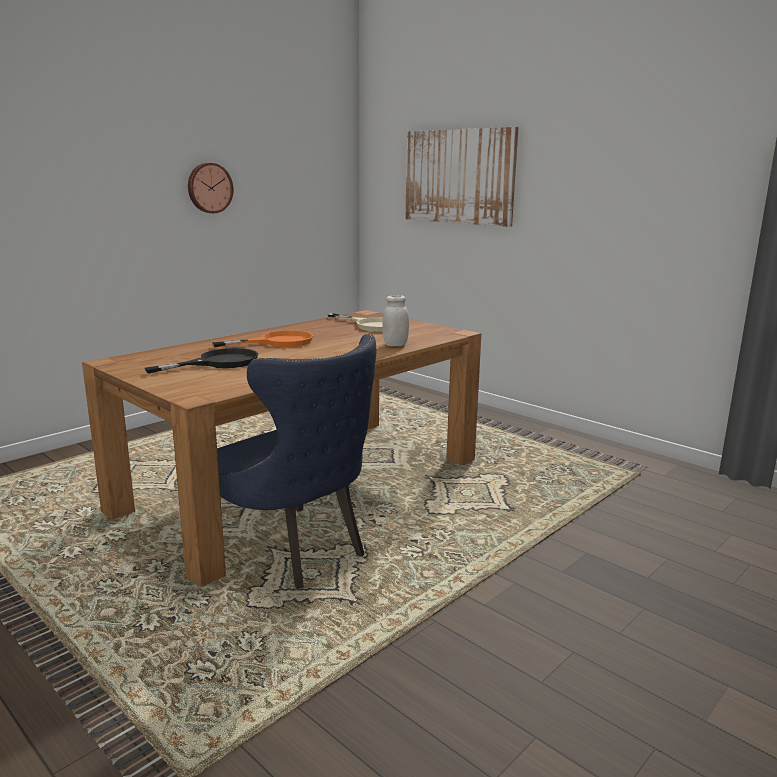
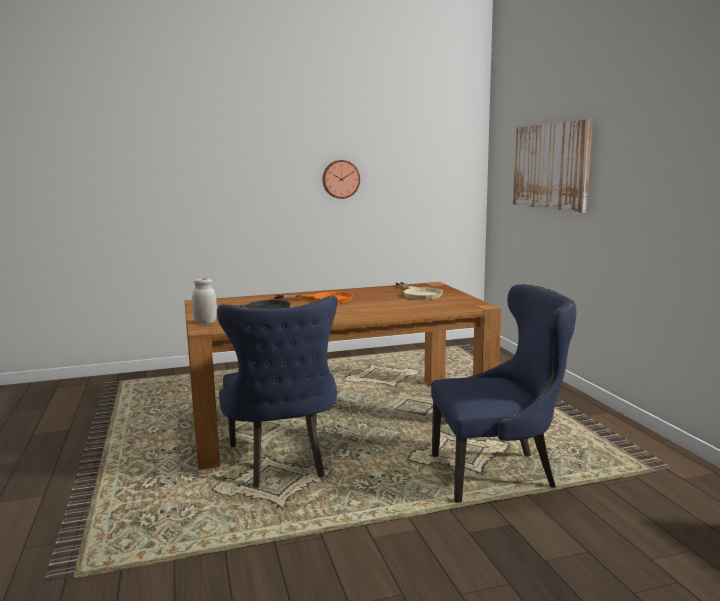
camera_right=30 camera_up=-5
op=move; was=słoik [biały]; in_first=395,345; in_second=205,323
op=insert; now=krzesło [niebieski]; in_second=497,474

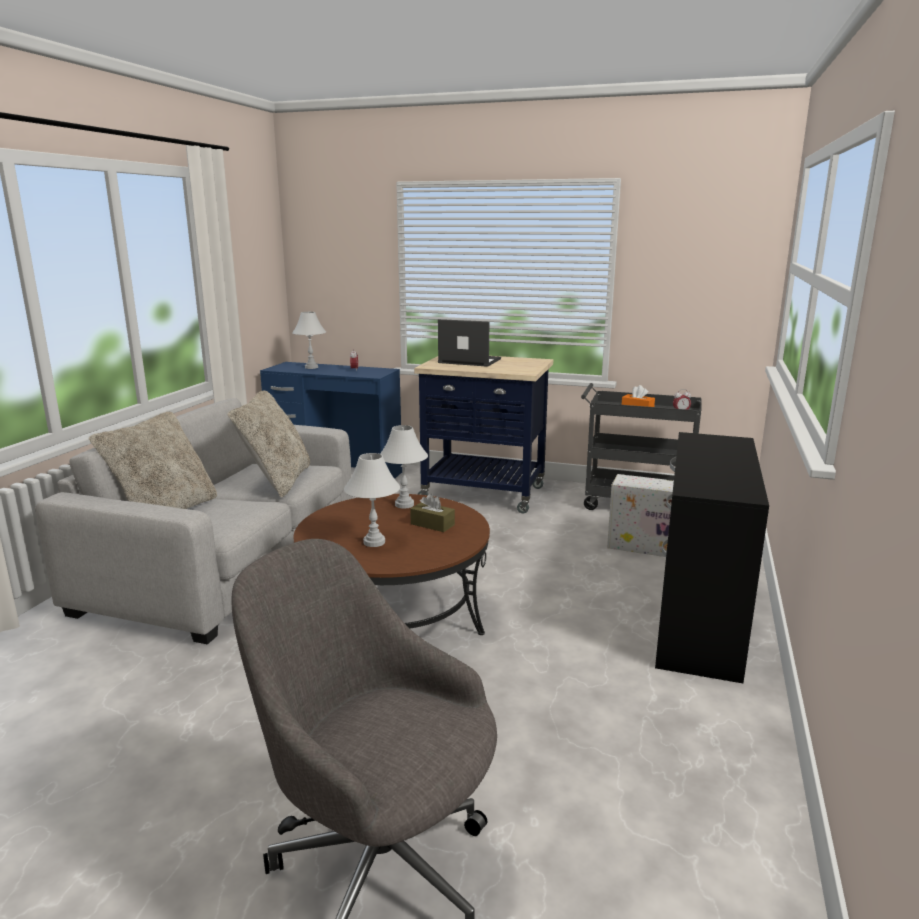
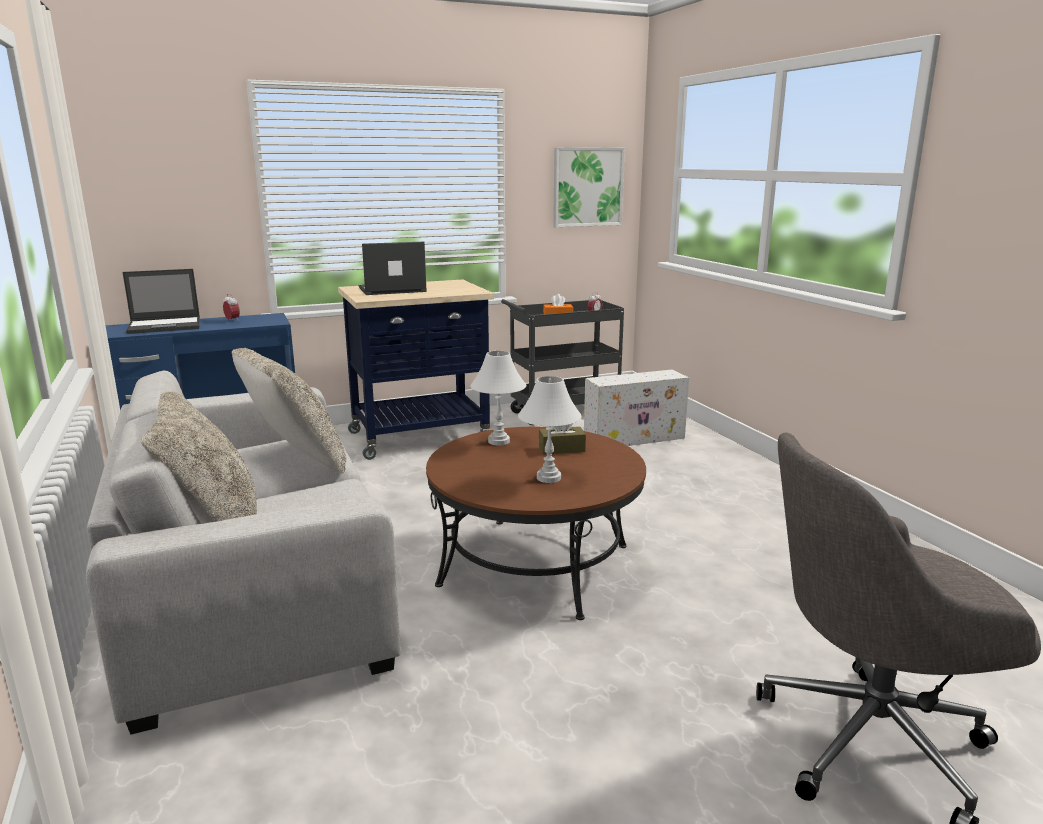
camera_right=-40 camera_up=0
op=replace; was=lampa stołowa [biały]; now=laptop; in_first=311,367; in_second=166,326
op=delete; was=biurko [czarny]; in_first=699,620
op=insert; now=obraz; in_second=587,187

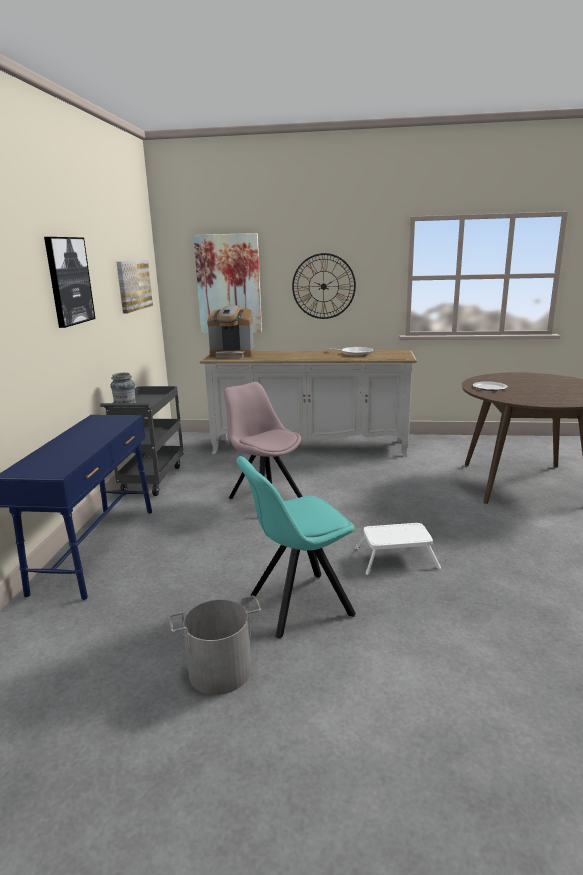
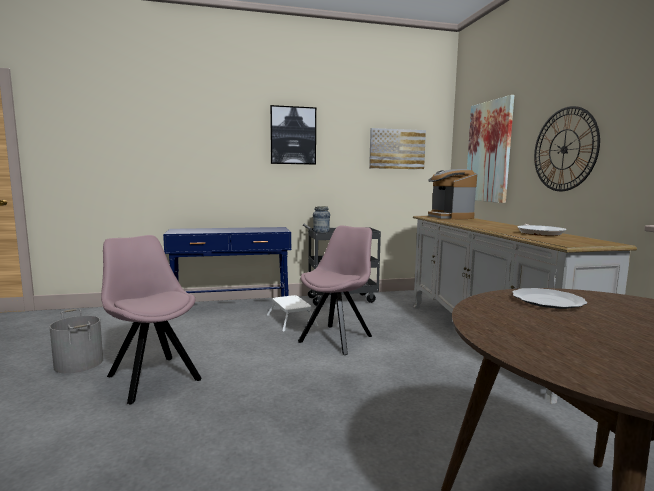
camera_right=70 camera_up=-10
op=recolor; was=krzesło [turkusowy]; now=krzesło [różowy]; in_first=299,604; in_second=153,378
op=move; was=drabinka [biały]; in_first=396,557; in_second=291,320

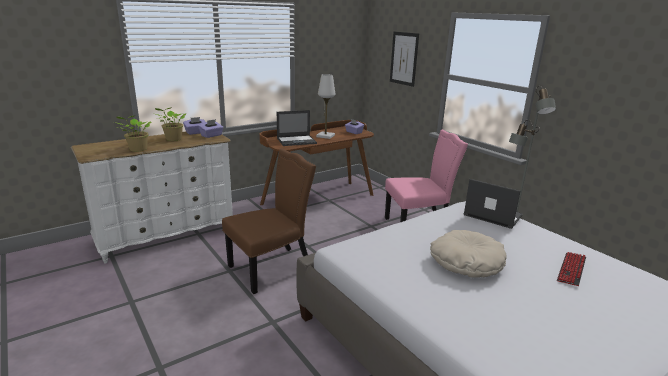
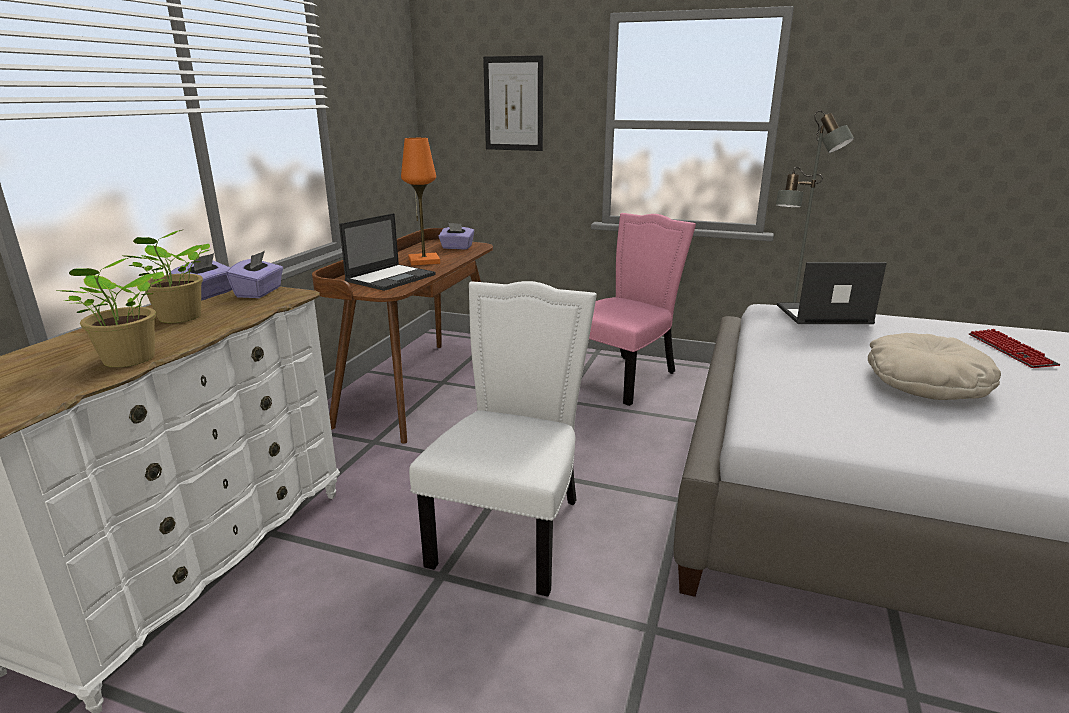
camera_right=-35 camera_up=0
op=recolor; was=krzesło [brązowy]; now=krzesło [biały]; in_first=270,269; in_second=510,536
op=recolor; was=lampa stołowa [biały]; now=lampa stołowa [pomarańczowy]; in_first=325,136; in_second=424,261

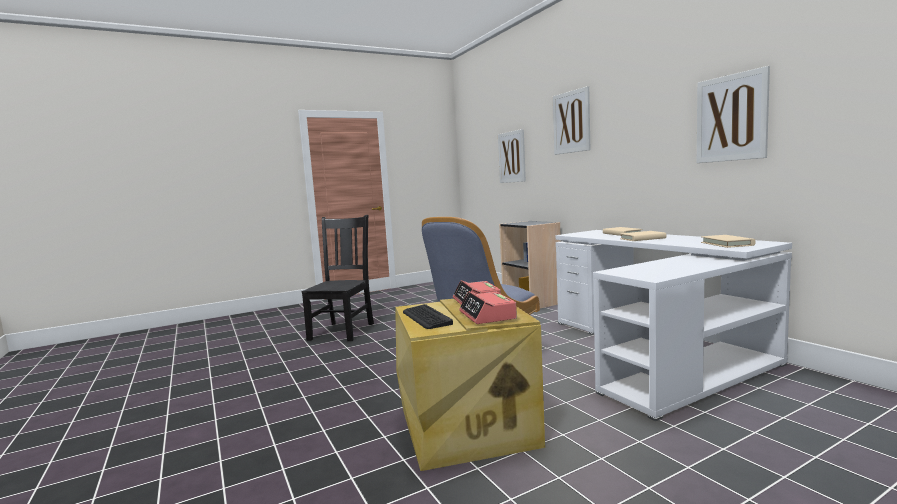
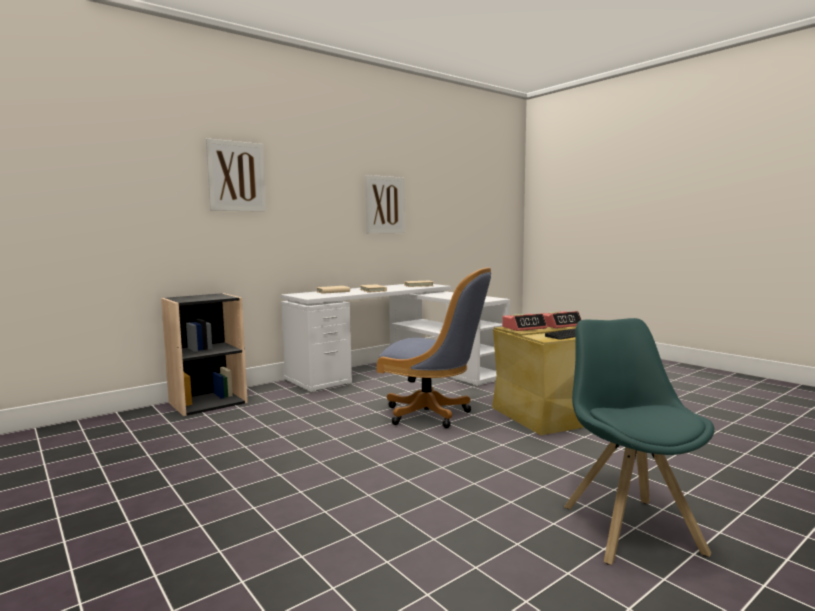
camera_right=-100 camera_up=0
op=delete; was=krzesło [czarny]; in_first=343,331
op=delete; was=obraz; in_first=512,157
op=insert; now=krzesło [turkusowy]; in_second=629,528

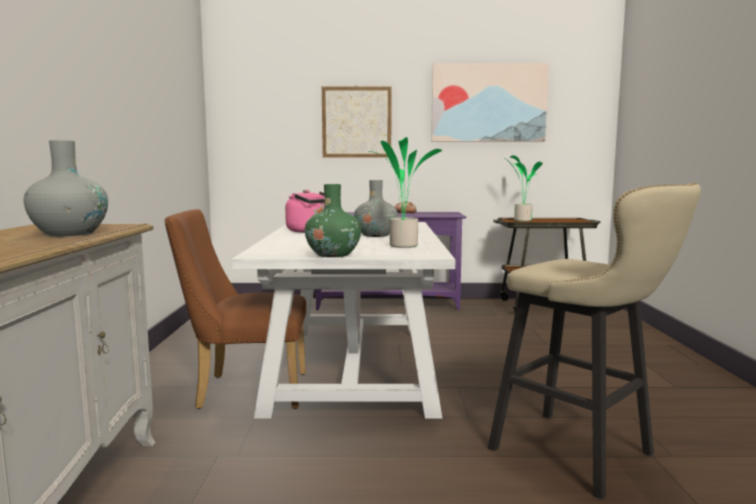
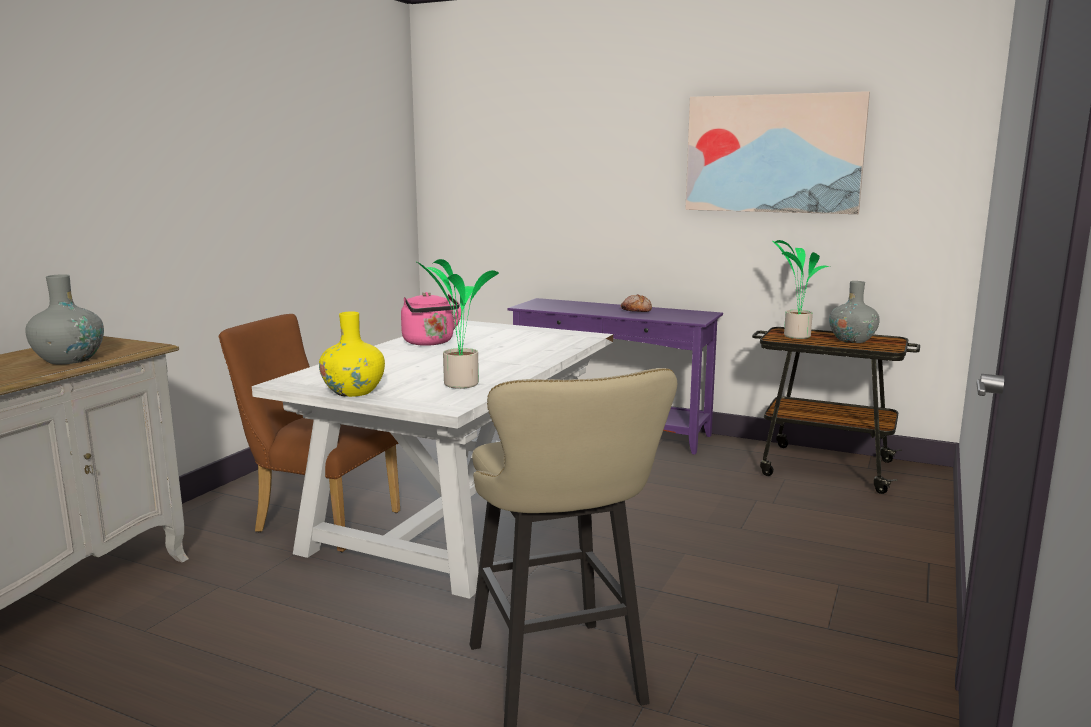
camera_right=25 camera_up=5
op=recolor; was=wazon [zielony]; now=wazon [żółty]; in_first=333,254; in_second=353,391
op=delete; was=obraz; in_first=356,121
op=move; was=wazon [szary]; in_first=376,235; in_second=852,340

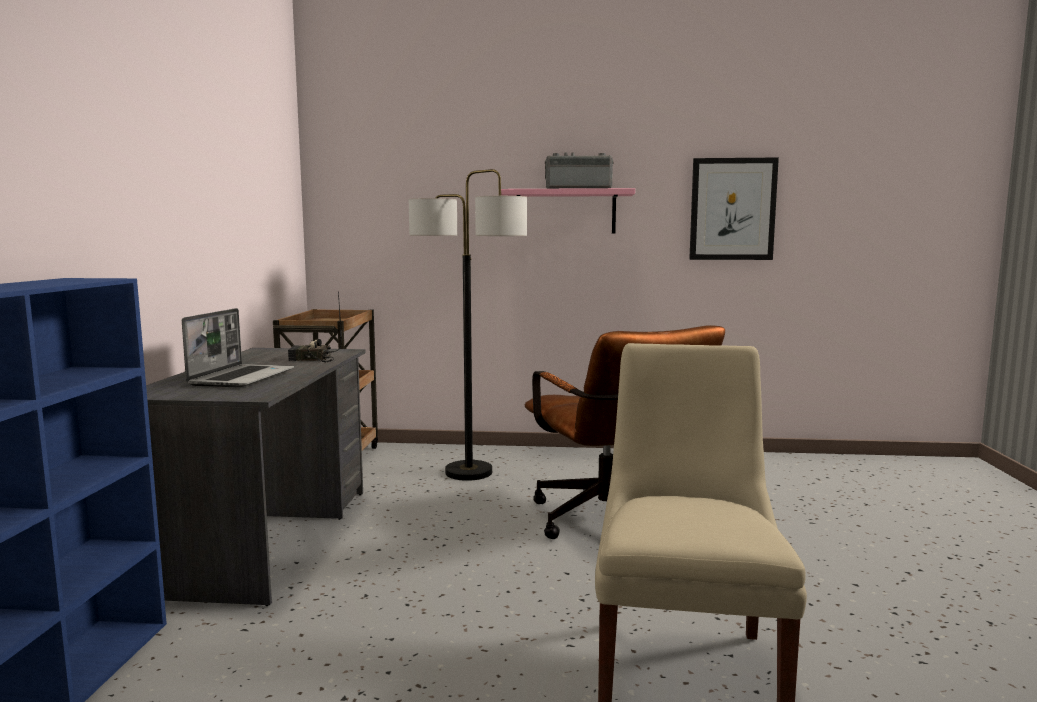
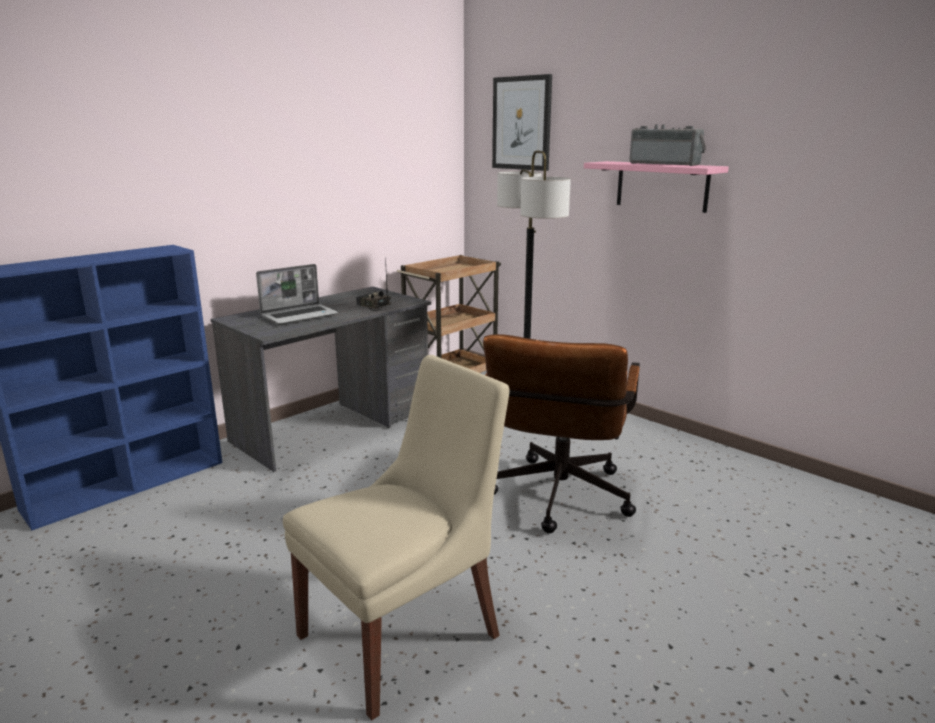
camera_right=40 camera_up=10
op=move; was=obraz; in_first=732,209; in_second=522,123

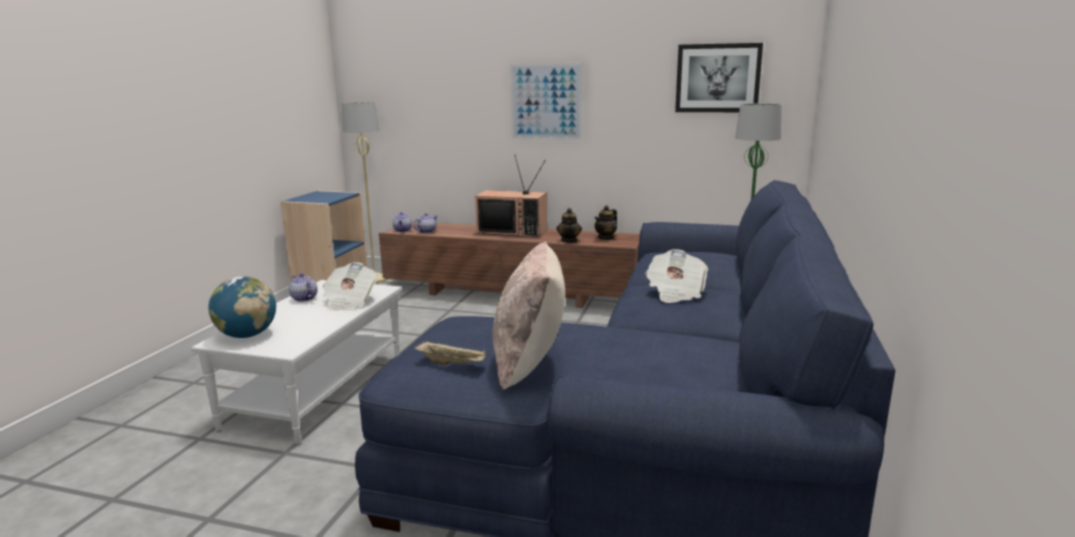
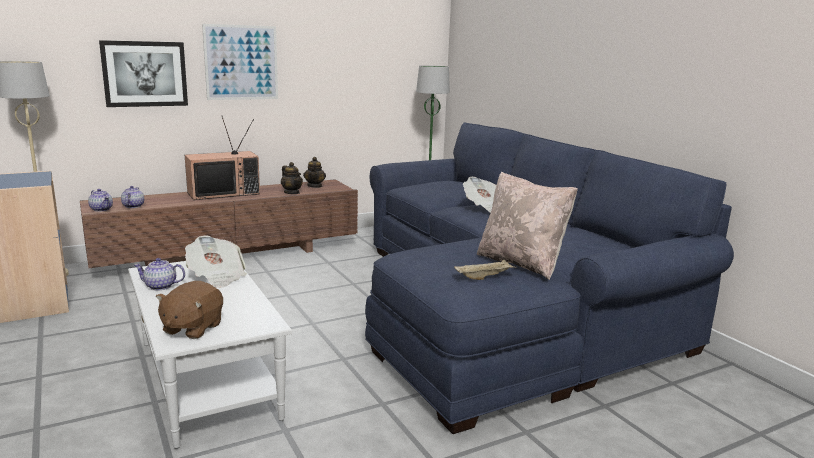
camera_right=-45 camera_up=0
op=replace; was=globus; now=pluszak [brązowy]; in_first=247,335; in_second=192,328
op=move; was=obraz; in_first=717,78; in_second=145,74

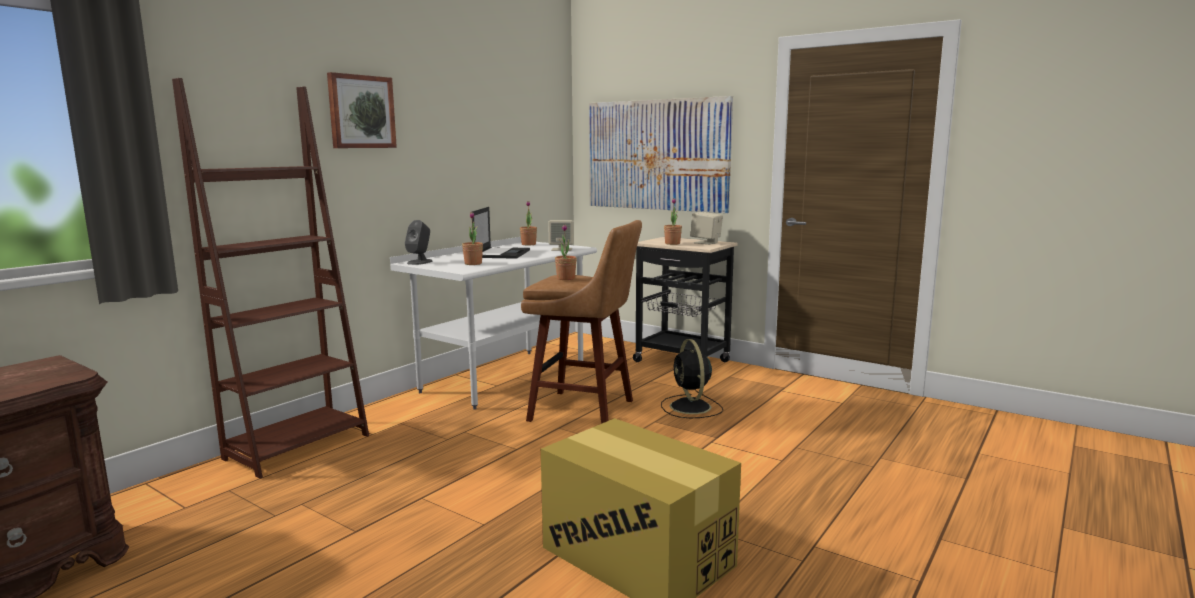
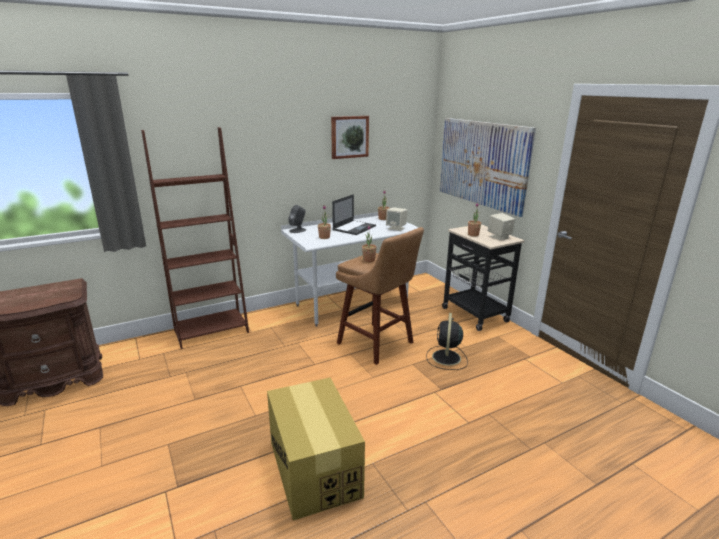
camera_right=25 camera_up=10
op=move; was=obraz; in_first=361,112; in_second=349,137

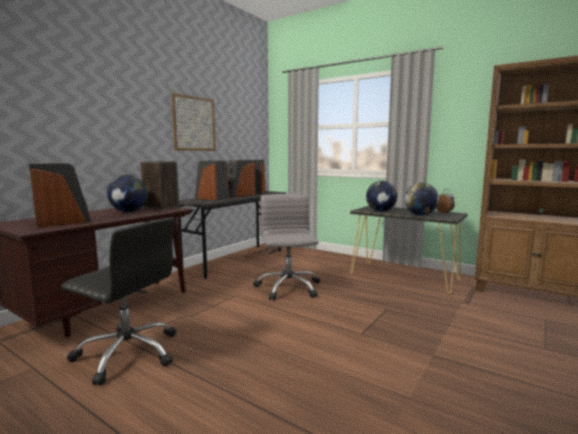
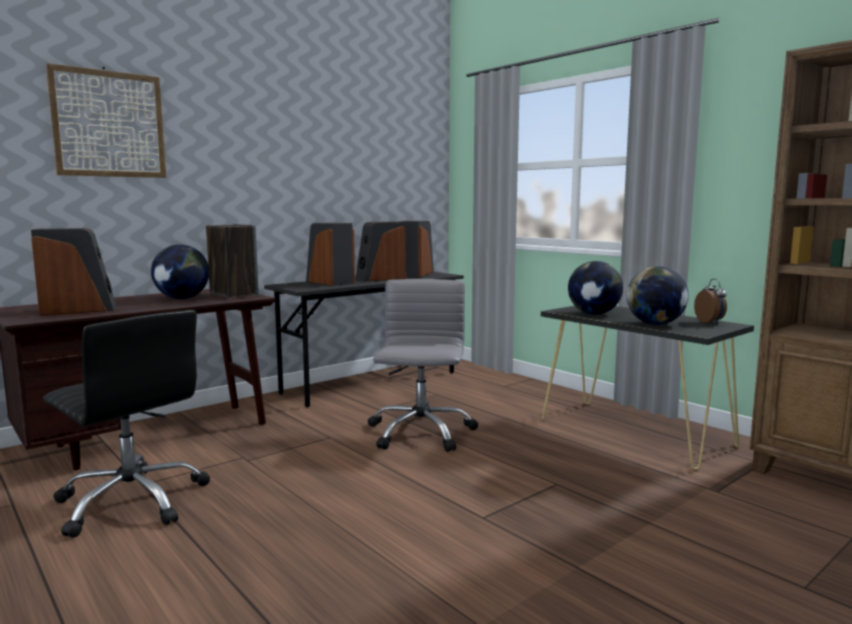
camera_right=15 camera_up=0
op=move; was=obraz; in_first=194,122; in_second=109,122

